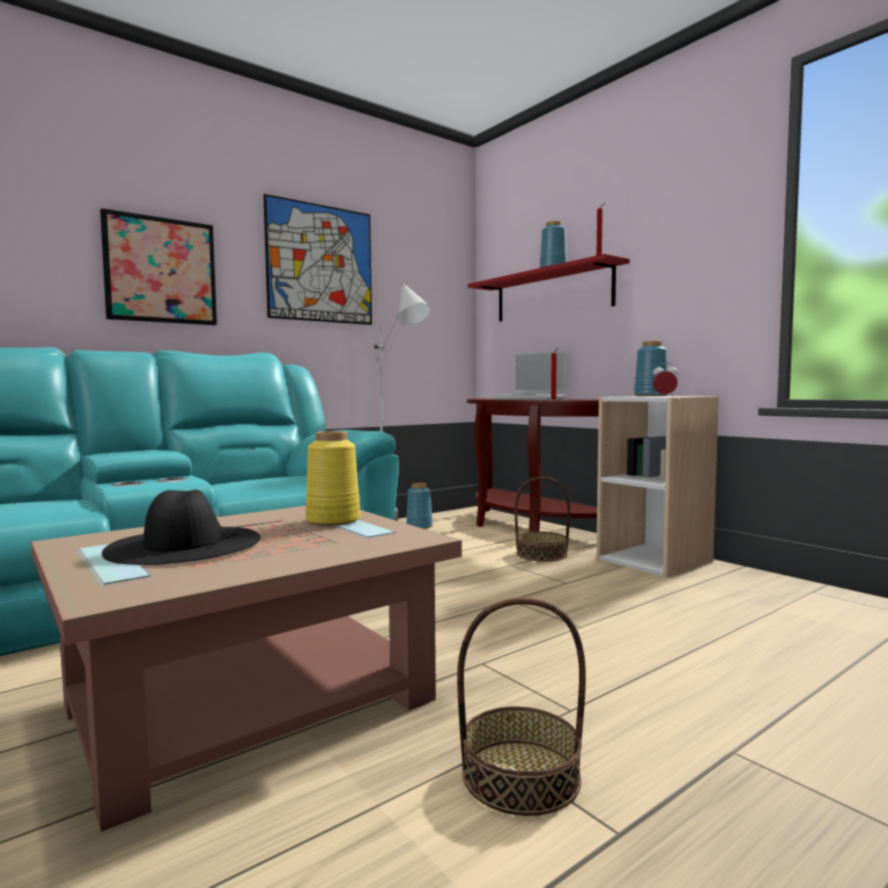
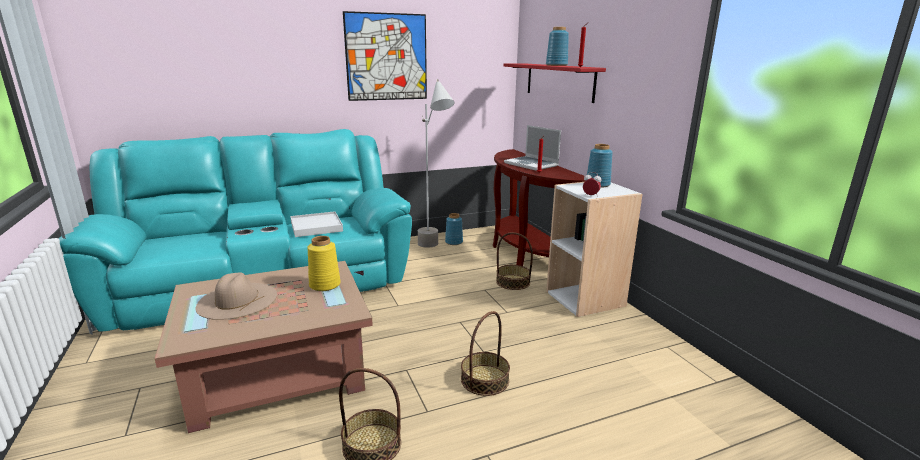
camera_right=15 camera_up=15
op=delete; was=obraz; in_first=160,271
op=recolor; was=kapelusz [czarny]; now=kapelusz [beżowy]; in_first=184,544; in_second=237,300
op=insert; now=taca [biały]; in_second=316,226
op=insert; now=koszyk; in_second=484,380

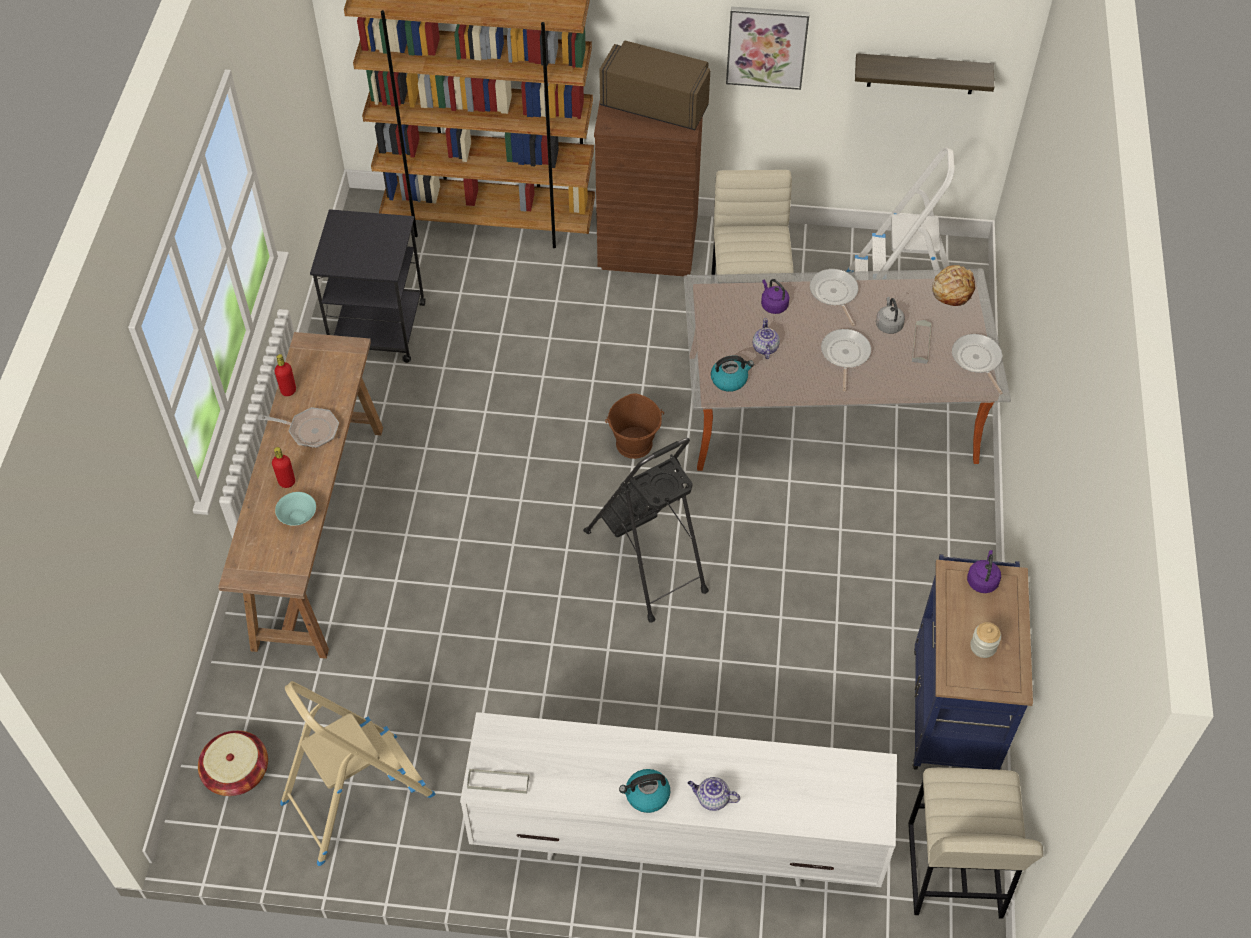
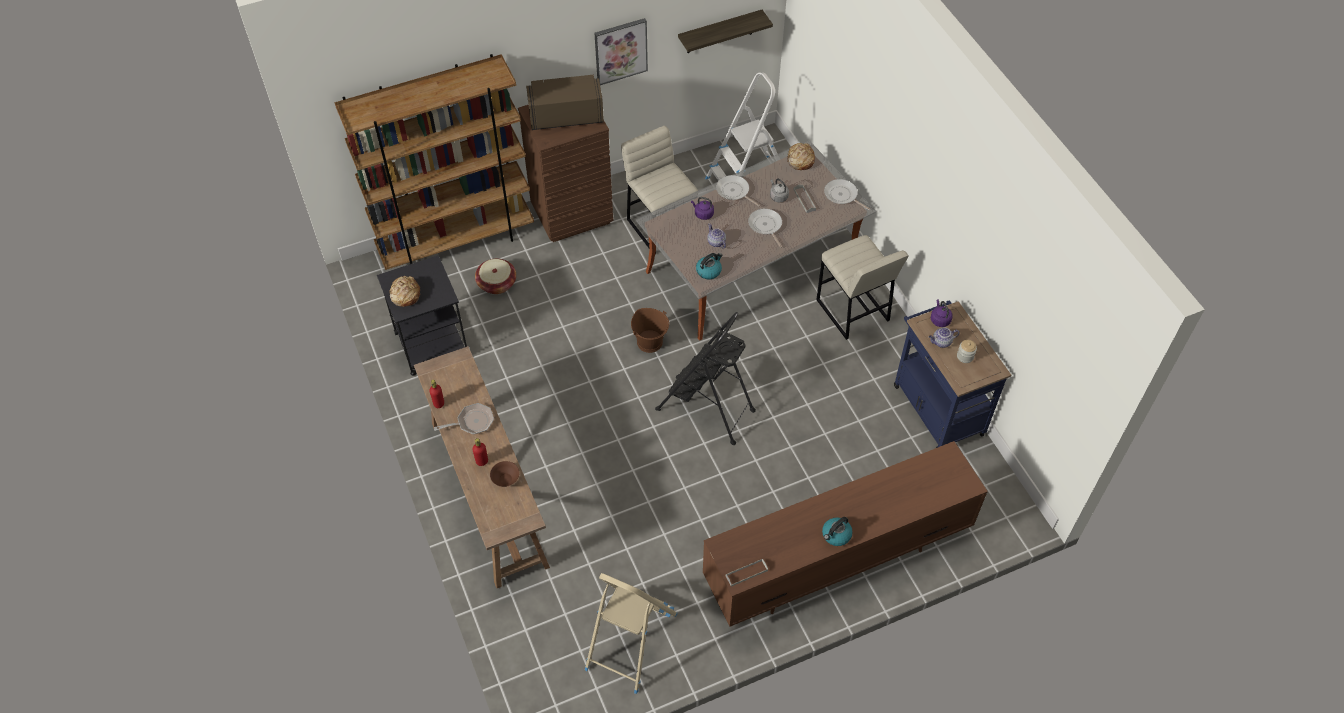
camera_right=-30 camera_up=0
op=move; was=koszyk; in_first=237,772; in_second=497,283
op=recolor; was=miska [turkusowy]; now=miska [brązowy]; in_first=297,516; in_second=505,479
op=recolor; was=szafka [biały]; now=szafka [brązowy]; in_first=674,841; in_second=836,564
op=move; was=imbryk; in_first=712,799; in_second=941,342
op=move; was=krzesło [beżowy]; in_first=955,873; in_second=853,311
op=insert; now=chleb; in_second=405,294

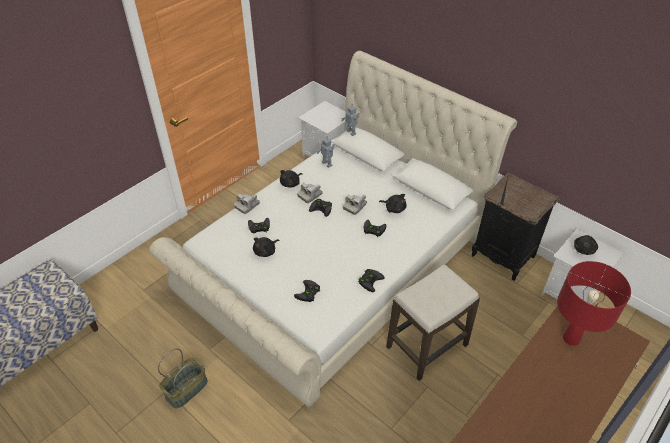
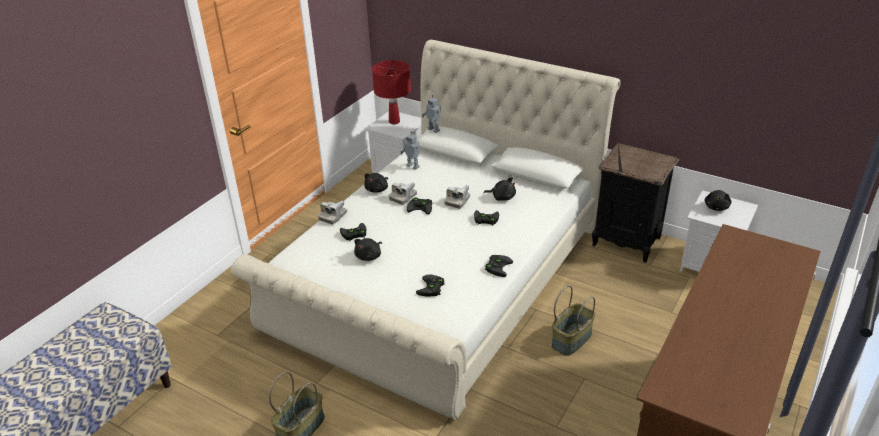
camera_right=-10 camera_up=-10
op=replace; was=stołek; now=koszyk; in_first=427,346; in_second=571,339
op=move; was=lampa stołowa [czerwony]; in_first=571,339; in_second=394,122

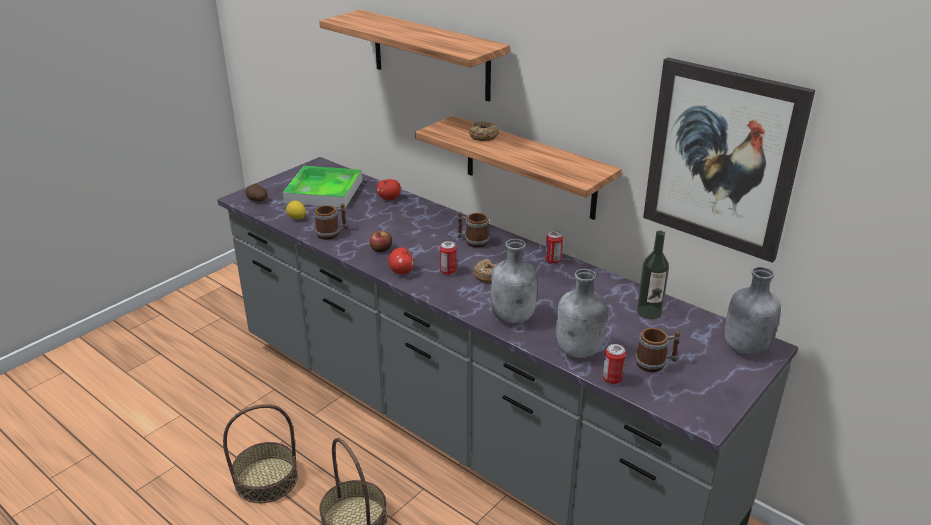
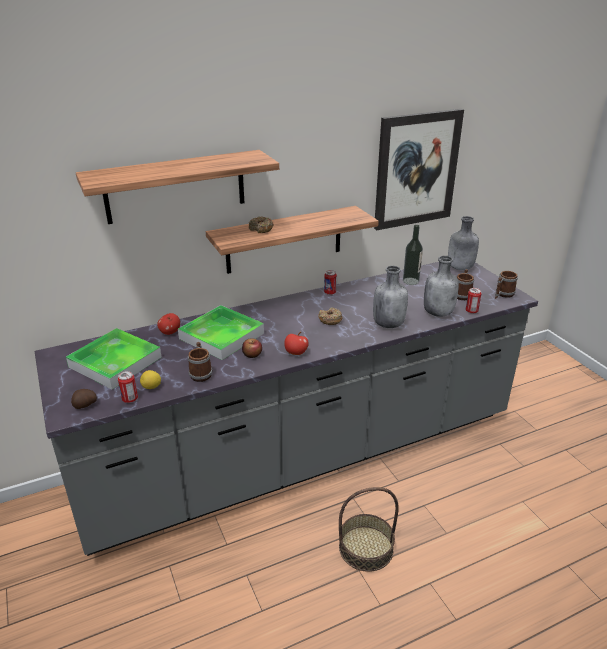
camera_right=-65 camera_up=0
op=delete; was=koszyk; in_first=266,479
op=move; was=puszka; in_first=448,271; in_second=130,399
op=move; was=kubek; in_first=472,241; in_second=502,295
op=insert; now=taca; in_second=221,336

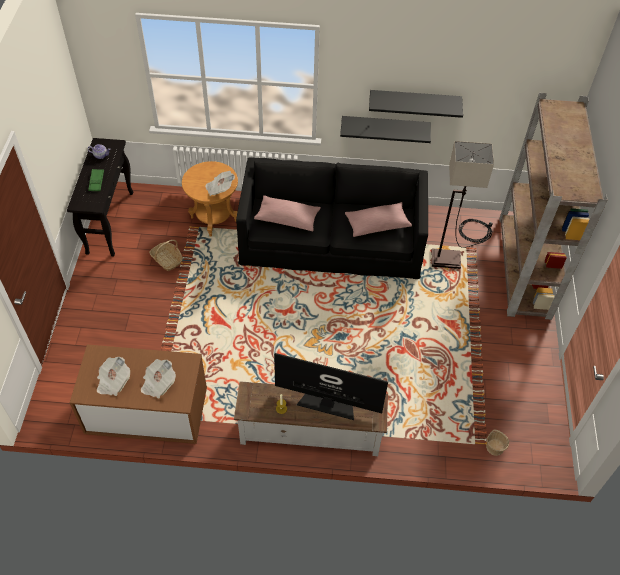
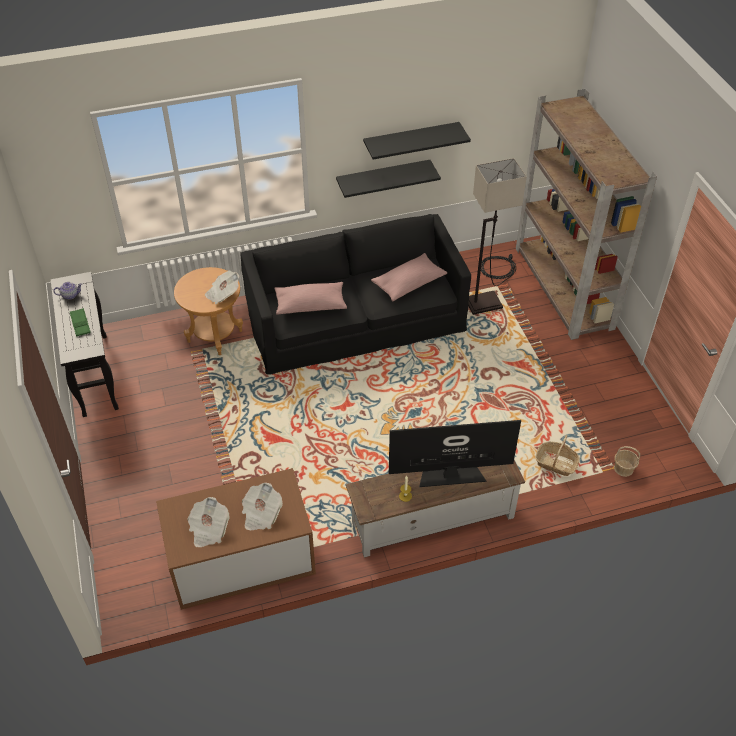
camera_right=-20 camera_up=-5
op=move; was=koszyk; in_first=167,260; in_second=556,463

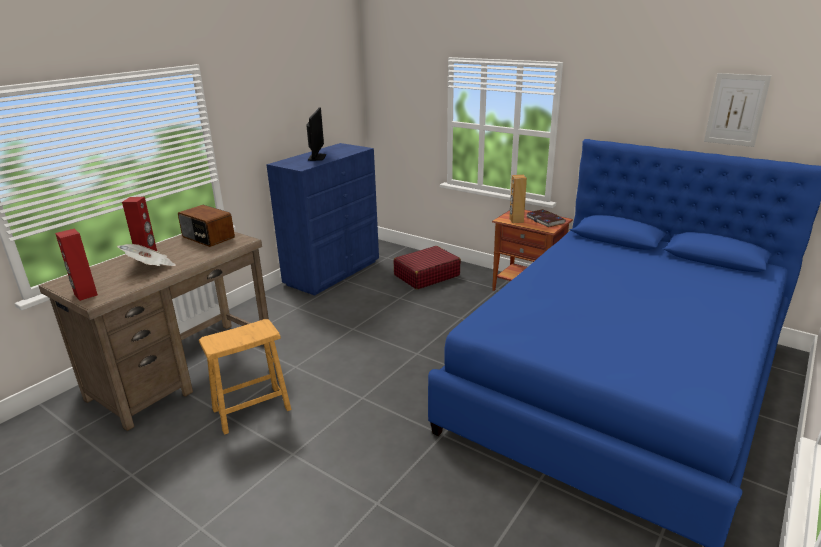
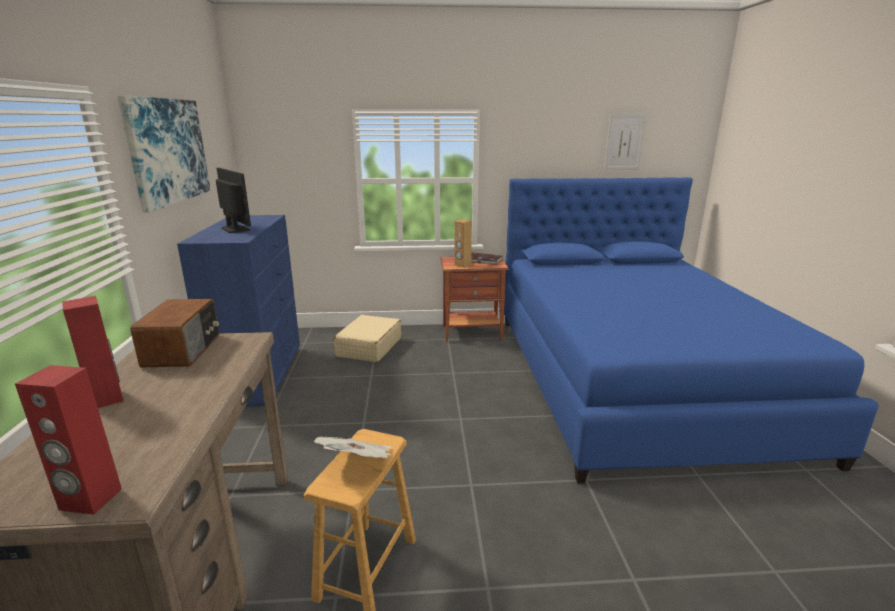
camera_right=-40 camera_up=-5
op=move; was=gazeta; in_first=151,267; in_second=358,463
op=rotate; was=radio; in_first=208,238; in_second=184,350; clockwise=-90
op=recolor; was=walizka [czerwony]; now=walizka [beżowy]; in_first=426,275; in_second=369,347
op=insert; now=obraz; in_second=168,151

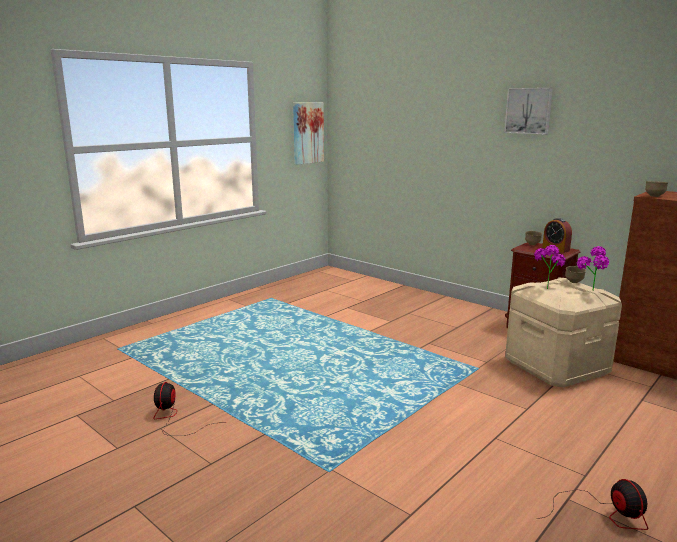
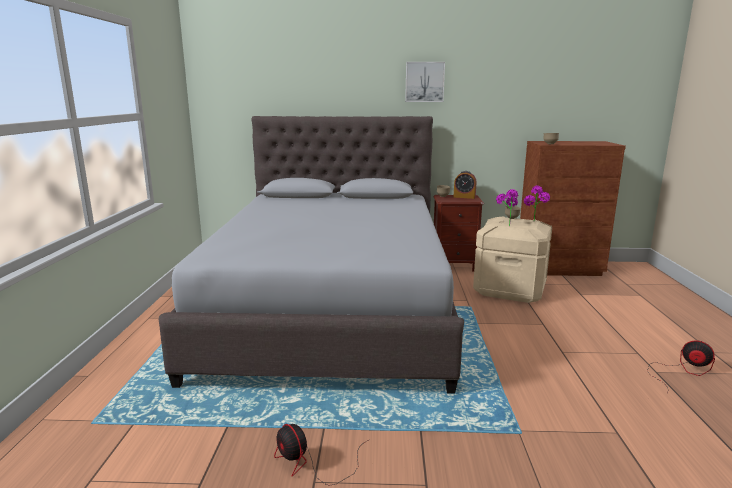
camera_right=-40 camera_up=0
op=delete; was=obraz; in_first=307,133
op=insert; now=łóżko [szary]; in_second=333,307

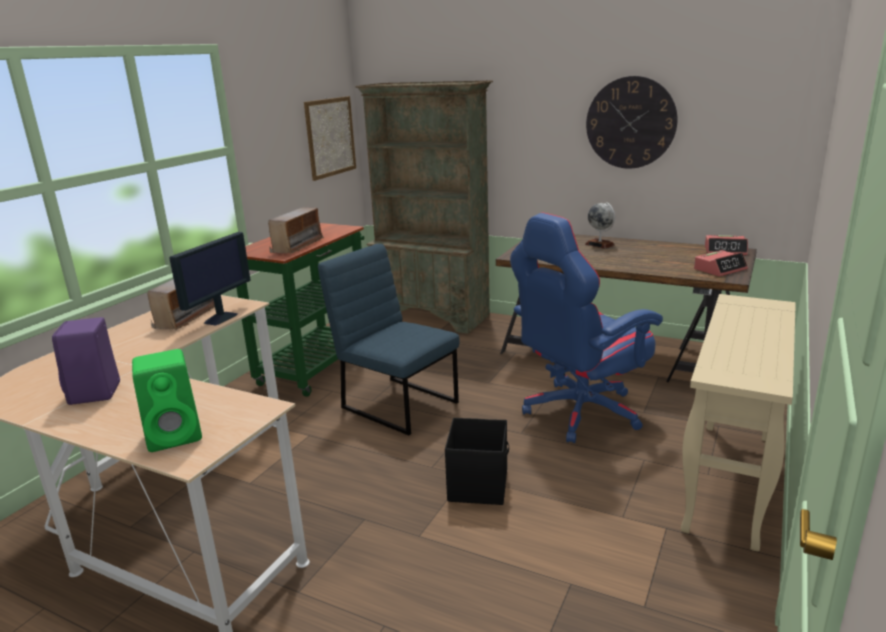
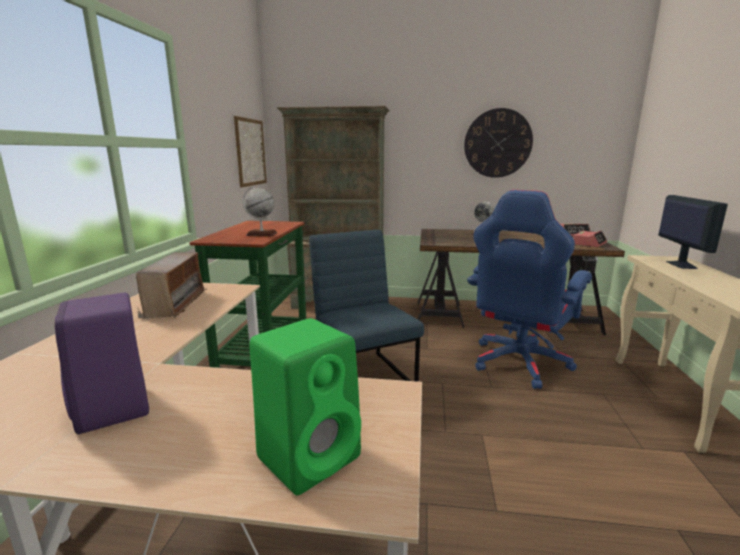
camera_right=-20 camera_up=-5
op=move; was=monitor; in_first=221,318; in_second=680,264
op=replace; was=radio; now=globus; in_first=298,246; in_second=261,234
op=rotate; was=krzesło [niebieski]; in_first=397,403; in_second=365,376; clockwise=45
op=delete; was=pojemnik do przechowywania [czarny]; in_first=478,485

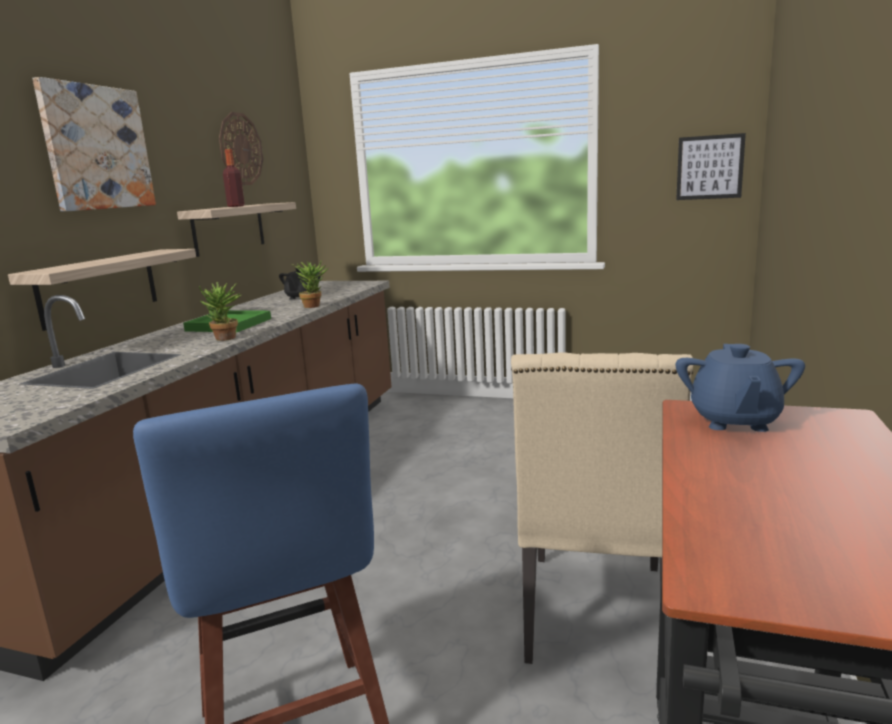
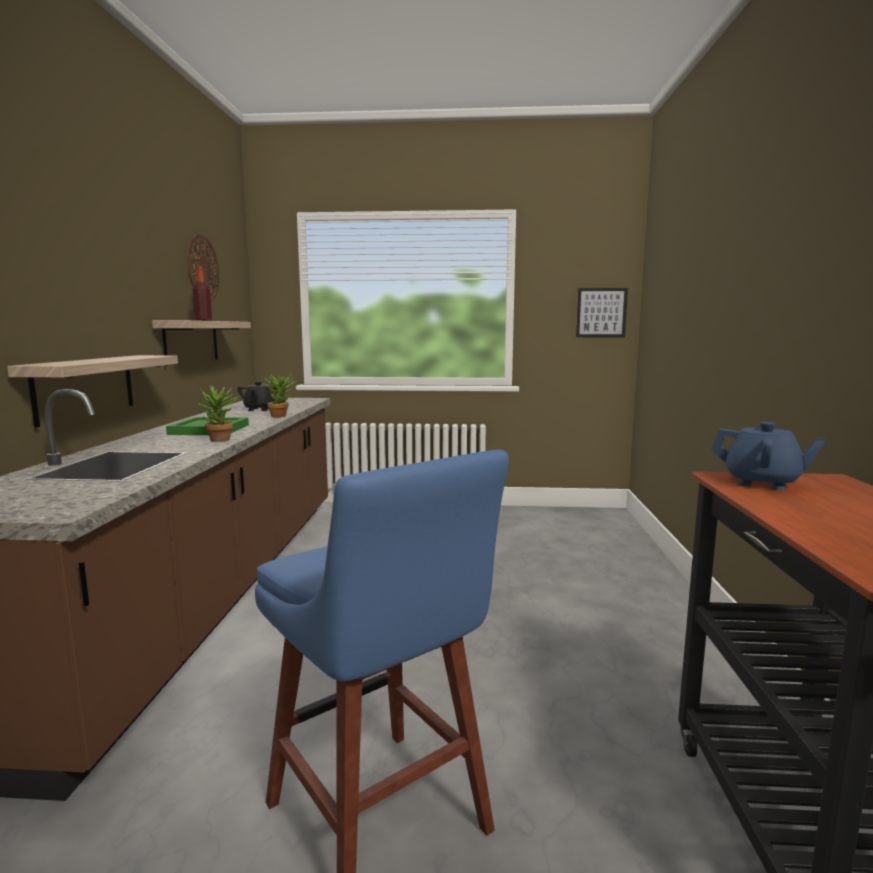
camera_right=-15 camera_up=-5
op=delete; was=obraz; in_first=96,148
op=delete; was=krzesło [beżowy]; in_first=595,610
op=rotate; was=imbryk [niebieski]; in_first=734,421; in_second=762,482; clockwise=-60

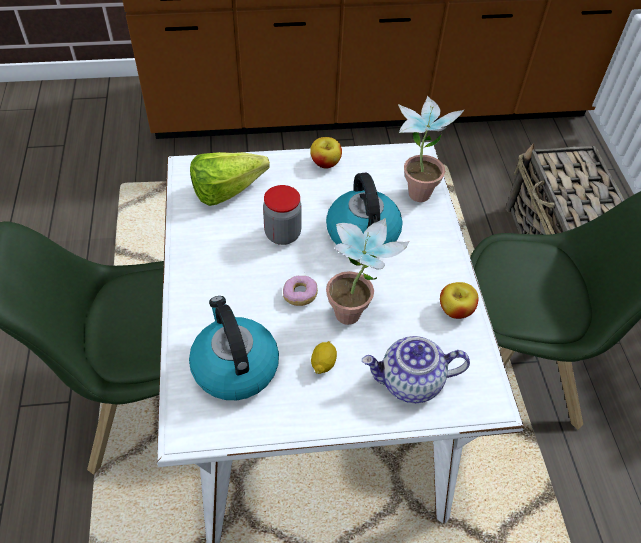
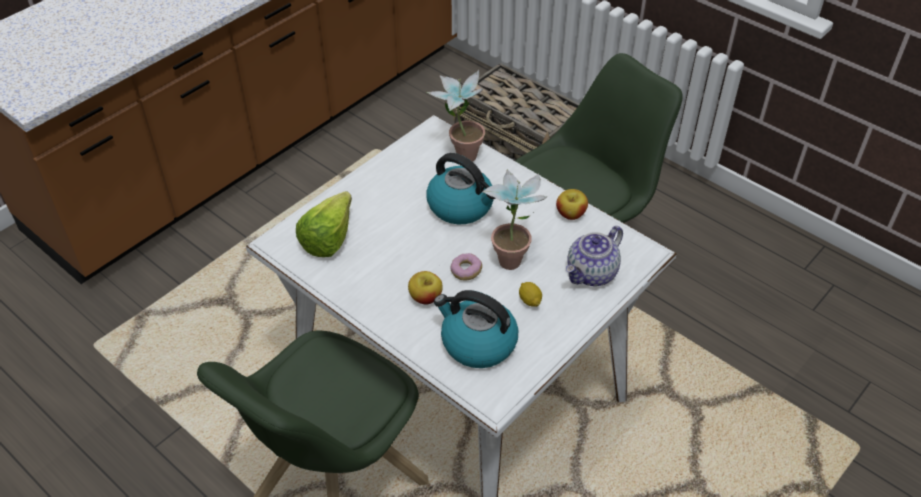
camera_right=-40 camera_up=-5
op=delete; was=słoik; in_first=282,234
op=move; was=jabłko; in_first=325,163; in_second=425,297

